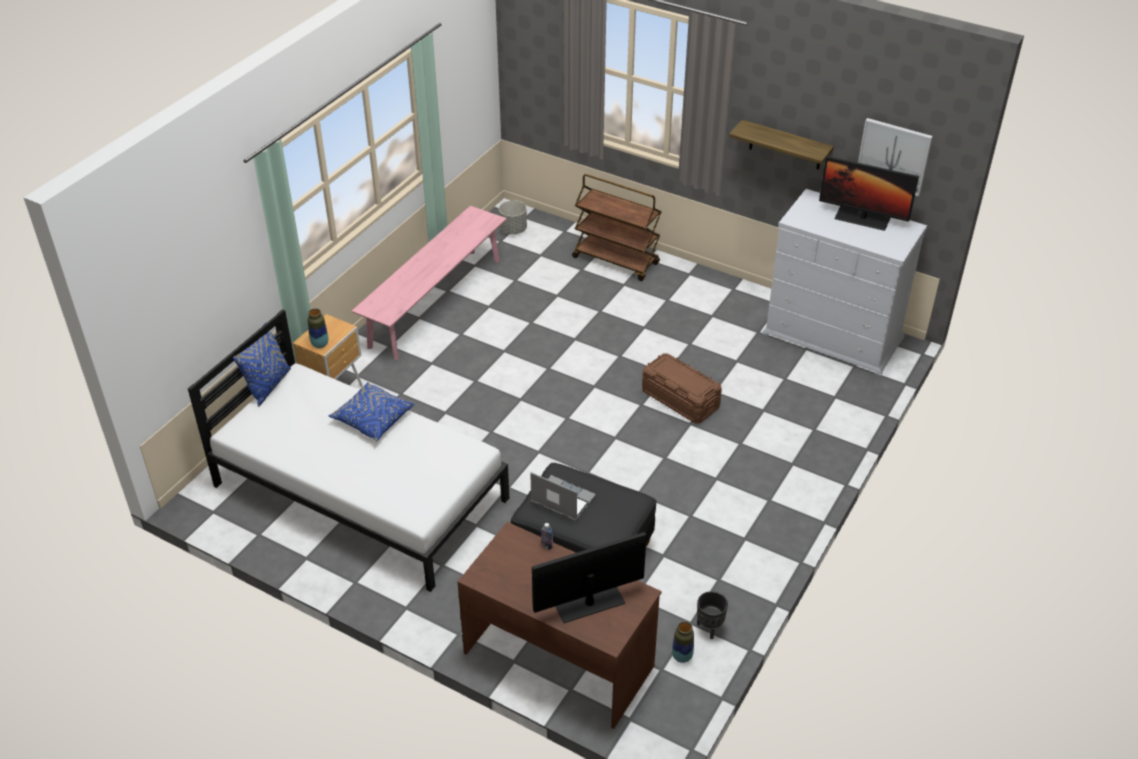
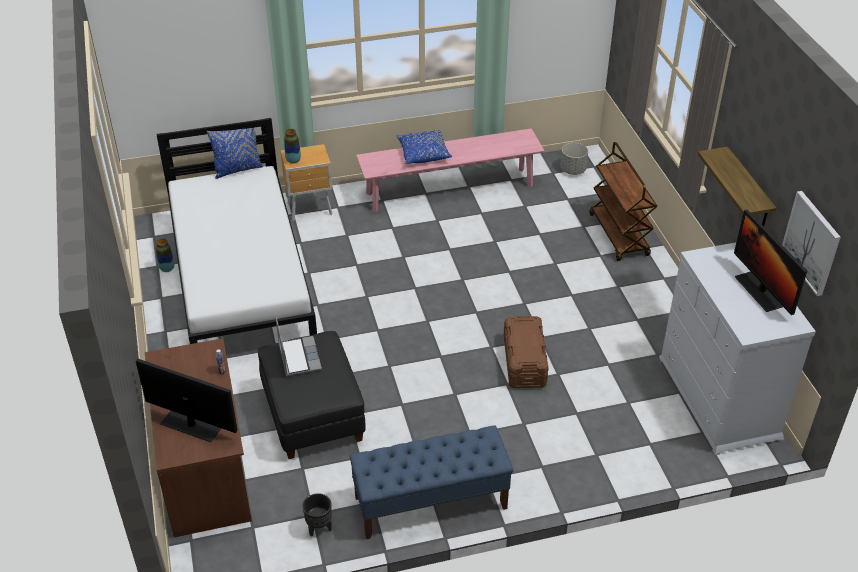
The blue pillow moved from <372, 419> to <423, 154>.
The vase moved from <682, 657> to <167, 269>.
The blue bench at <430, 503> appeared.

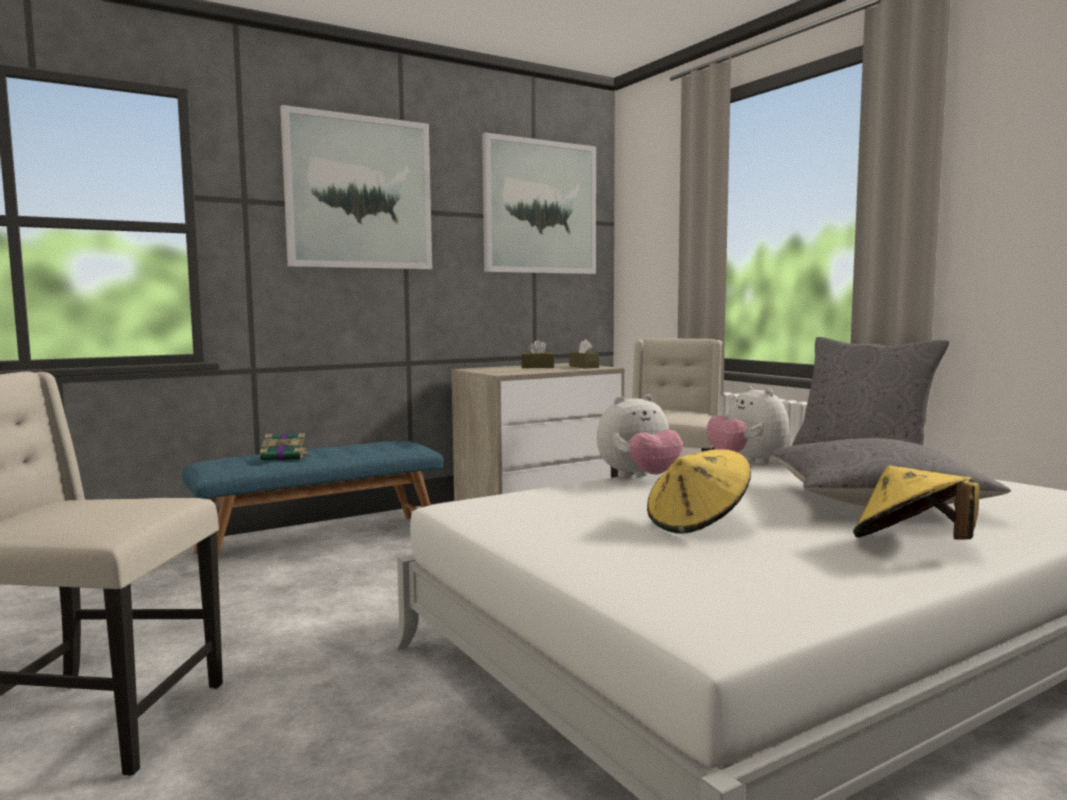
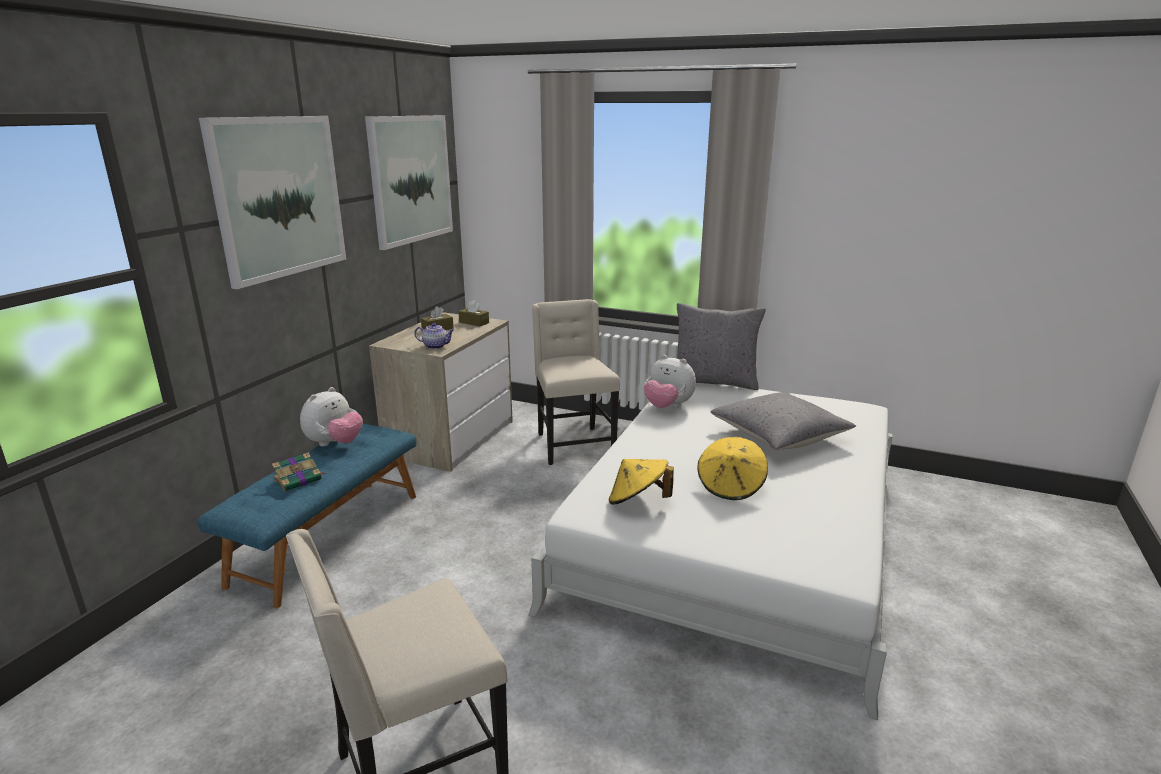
The plush toy moved from <639, 478> to <335, 444>.
The yellow hat moved from <910, 545> to <638, 501>.
The teapot at <436, 346> appeared.

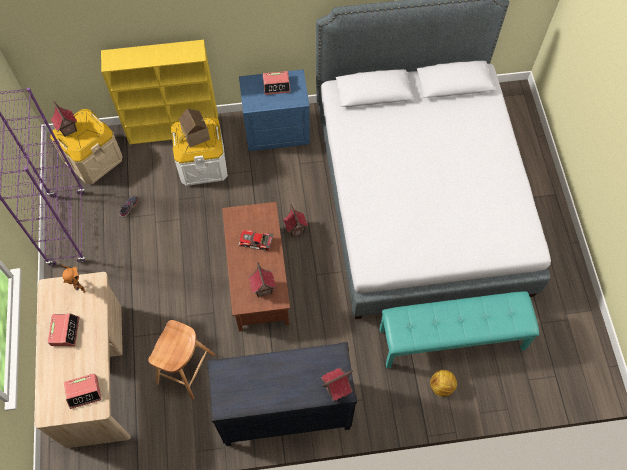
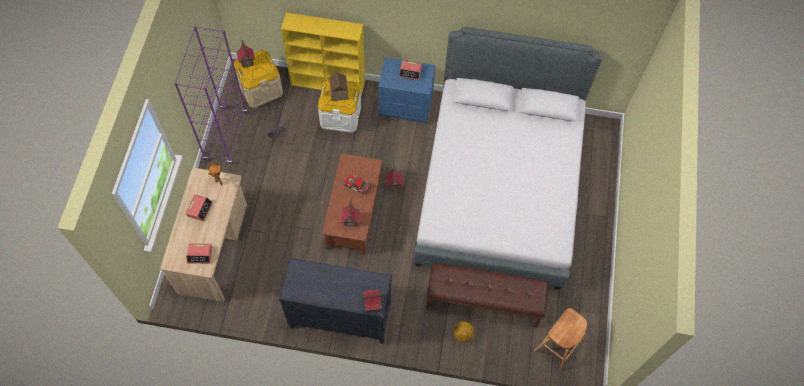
The brown stool moved from <186, 368> to <558, 346>.
The turquoise bench at <452, 338> became the brown bench at <483, 302>.

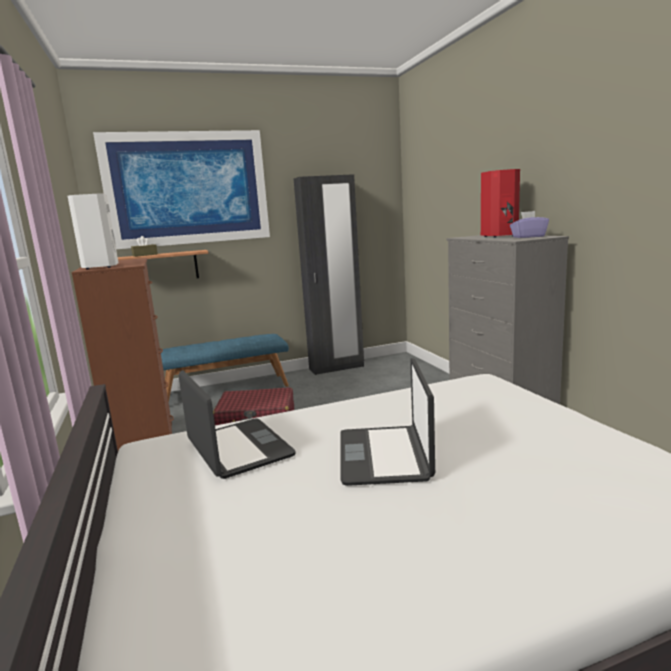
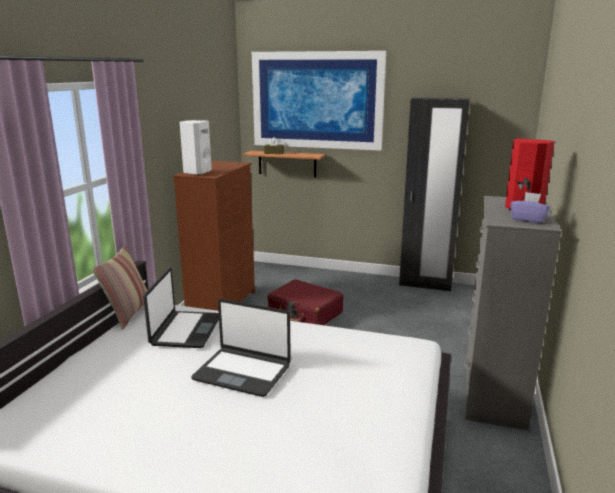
The blue bench at <226, 390> disappeared.
The laptop at <385, 456> turned 105 degrees counterclockwise.
The pillow at <128, 313> appeared.

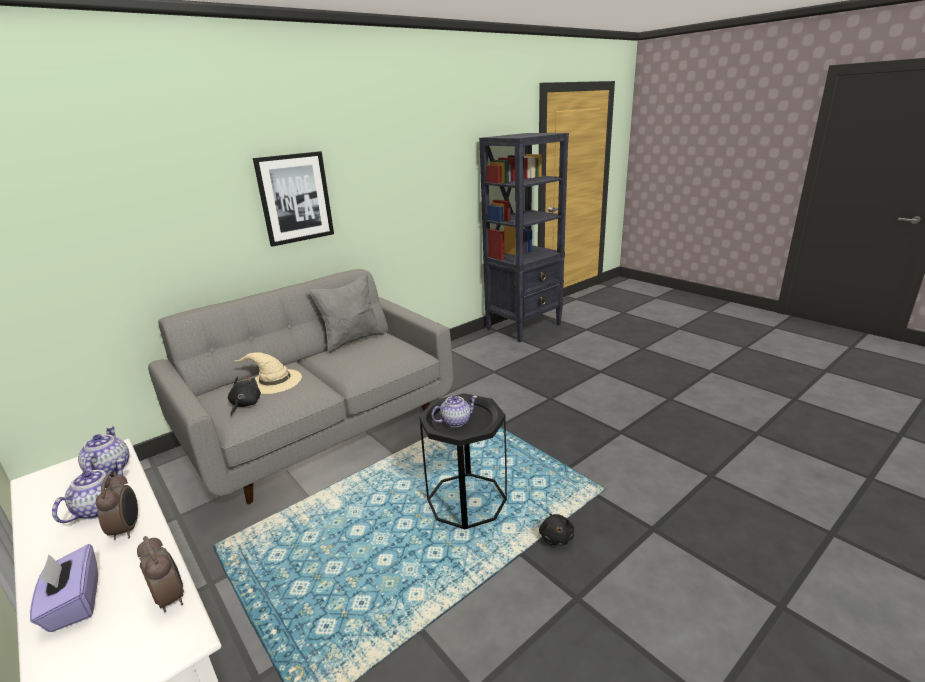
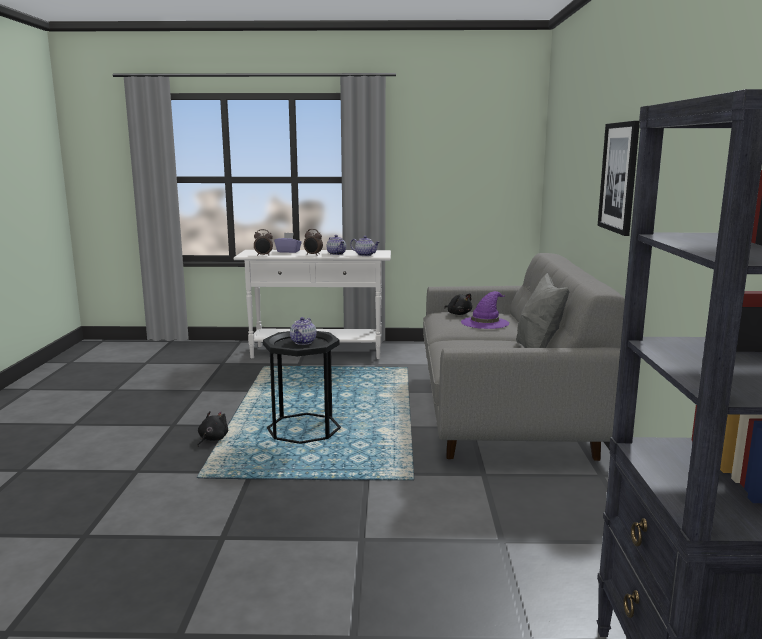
The beige hat at <274, 381> became the purple hat at <485, 322>.
The black plush toy at <556, 537> turned 75 degrees clockwise.

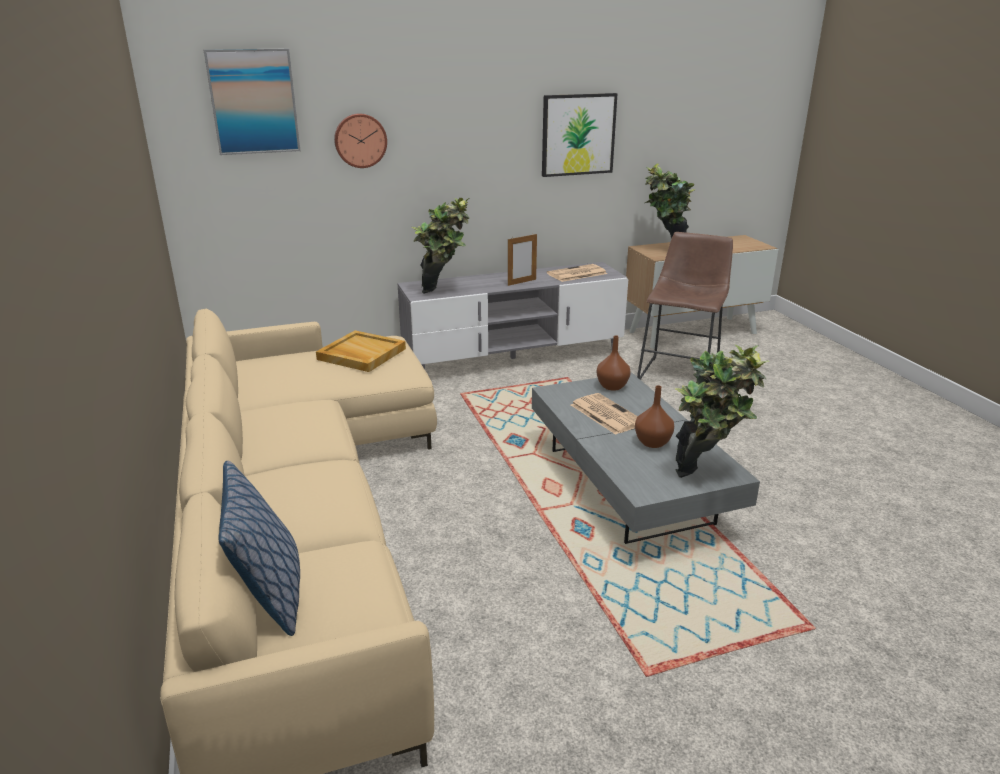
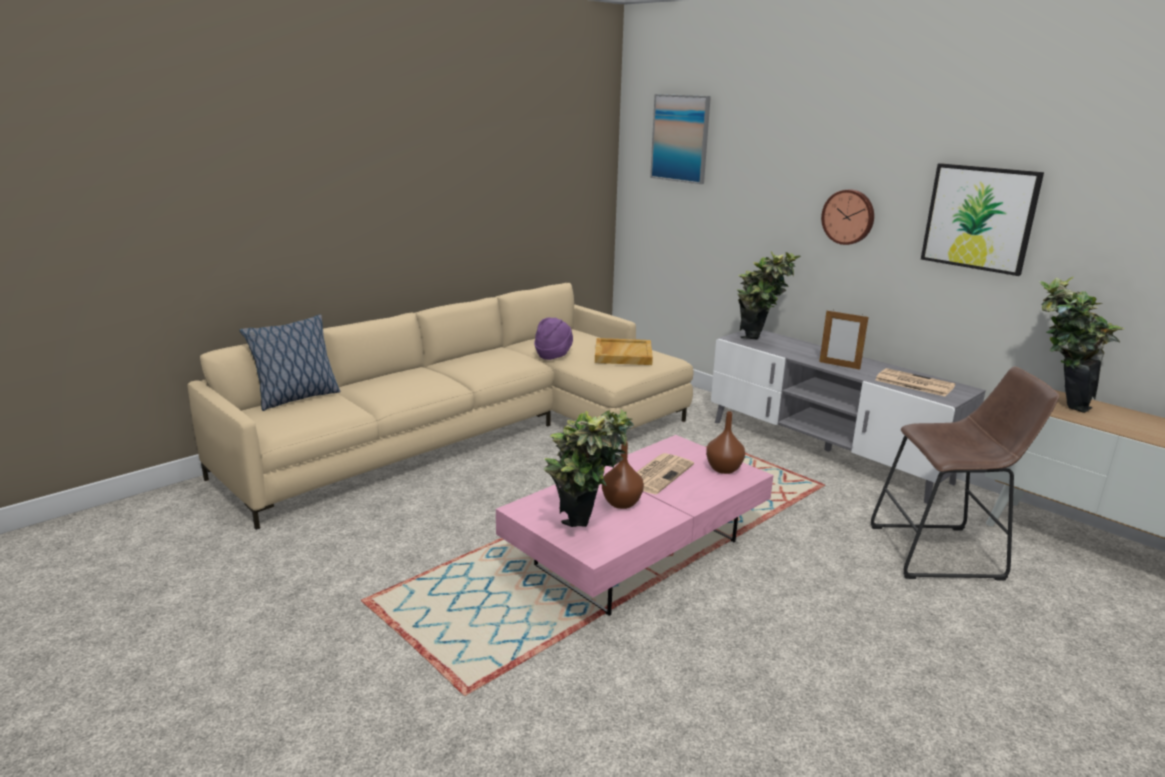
The wall clock moved from <360, 140> to <848, 217>.
The grey coffee table at <627, 485> became the pink coffee table at <637, 552>.
The purple hat at <553, 355> appeared.

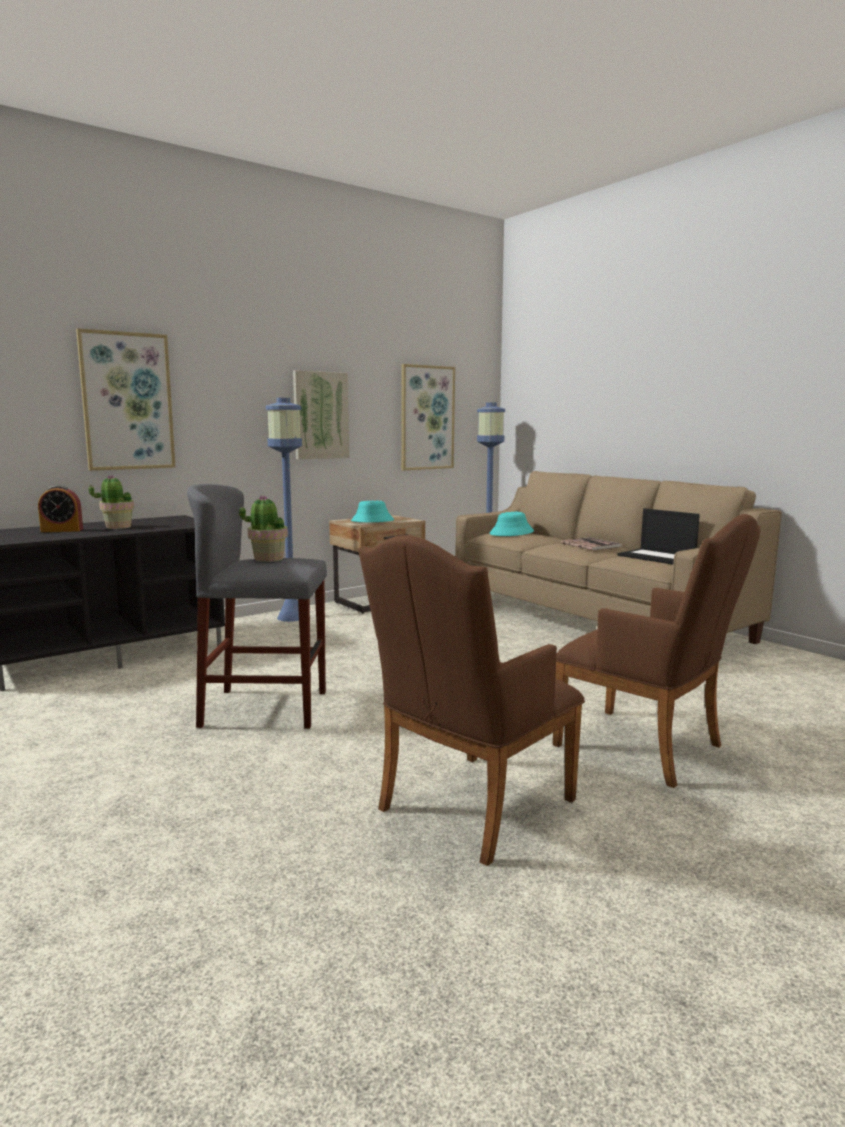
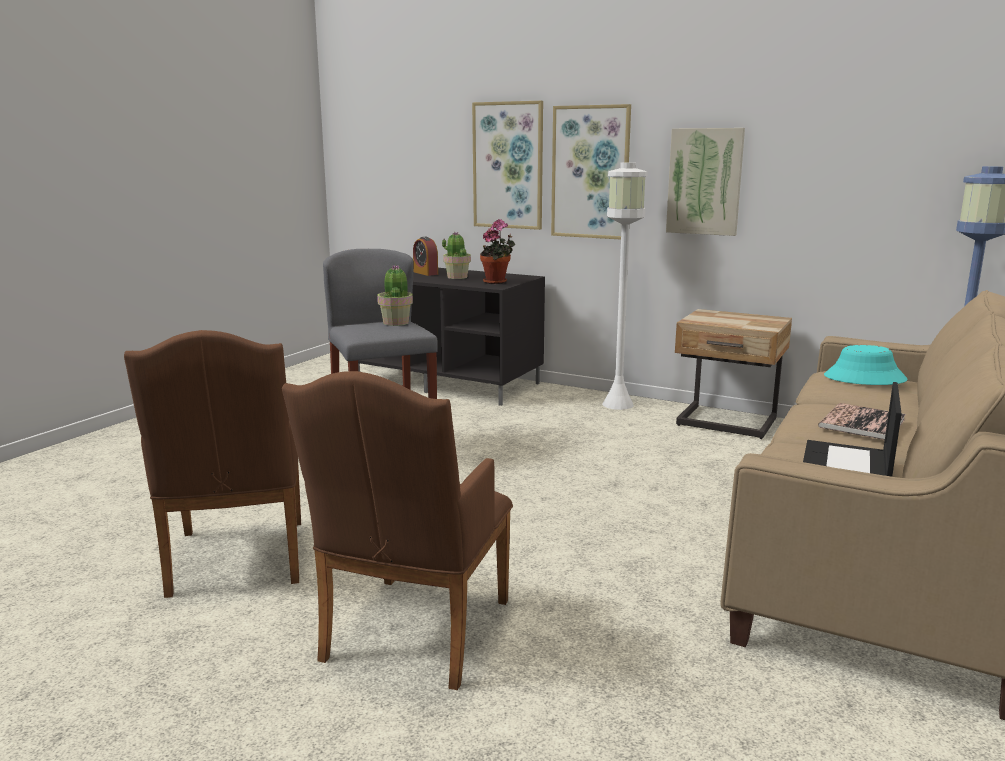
The blue floor lamp at <291, 617> became the white floor lamp at <618, 404>.
The turquoise hat at <372, 521> disappeared.
The brown armchair at <469, 809> turned 120 degrees counterclockwise.
The picture moved from <427, 418> to <590, 172>.
The potted plant at <497, 282> appeared.

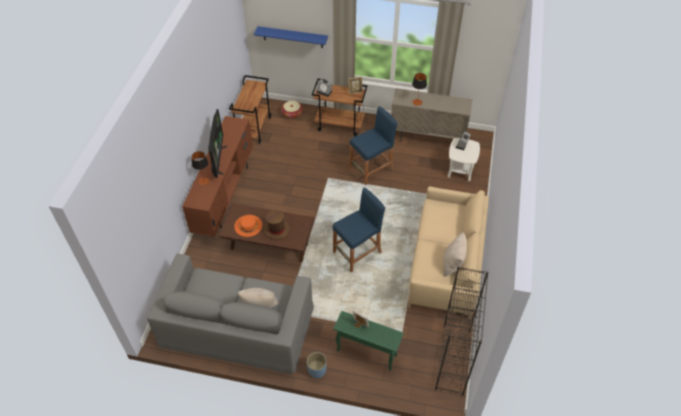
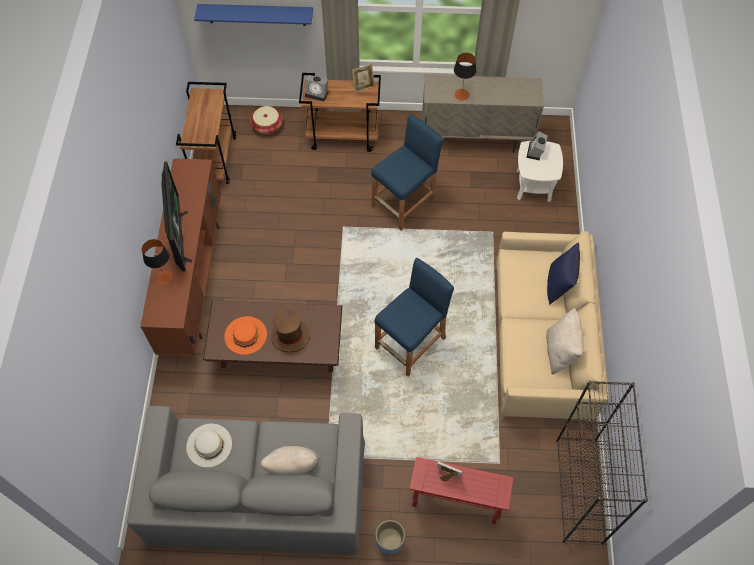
The green side table at <366, 353> became the red side table at <455, 502>.
The white hat at <209, 445> appeared.
The blue pillow at <559, 285> appeared.

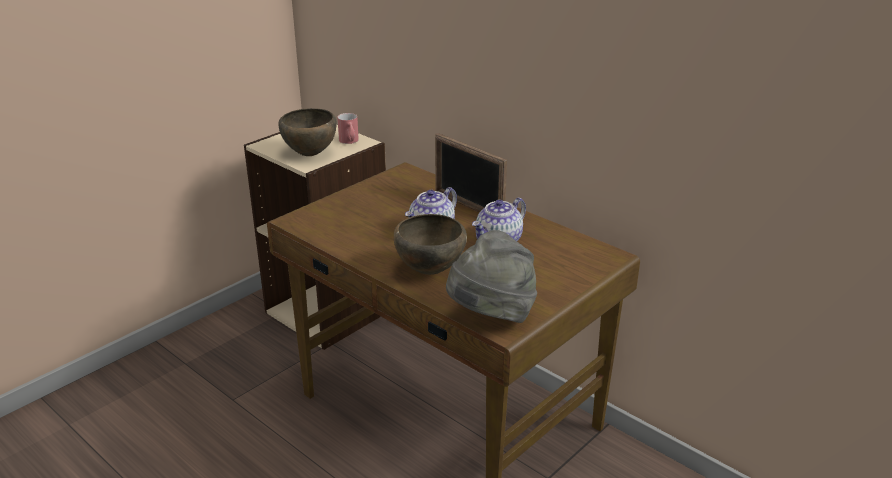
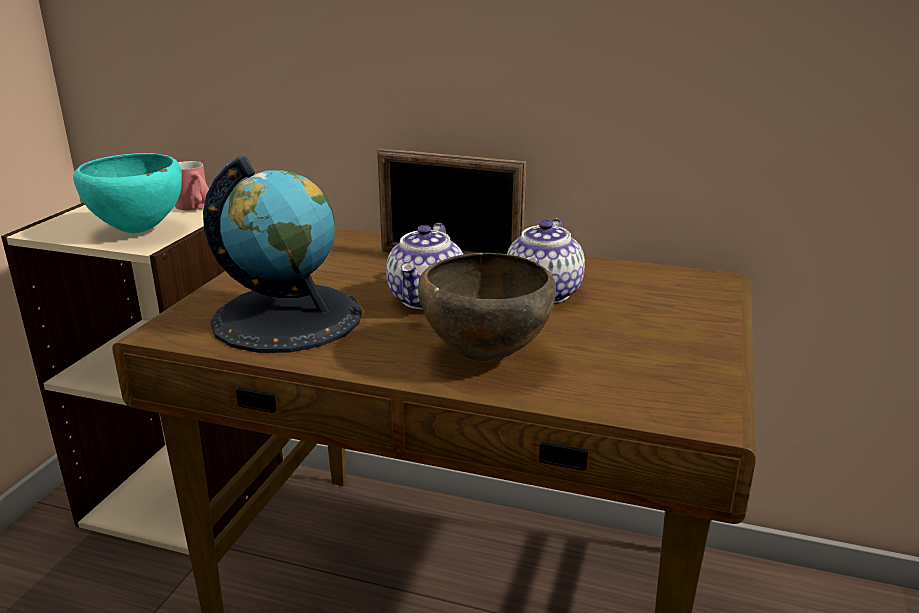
The brown bowl at <310, 154> became the turquoise bowl at <139, 231>.
The grey hat at <491, 316> disappeared.
The globe at <288, 317> appeared.

